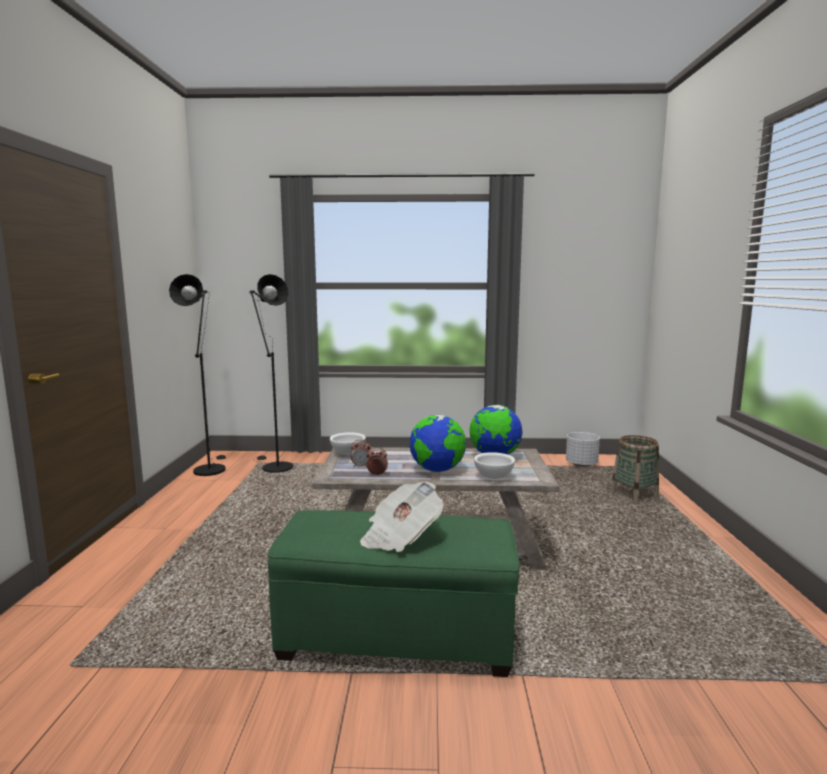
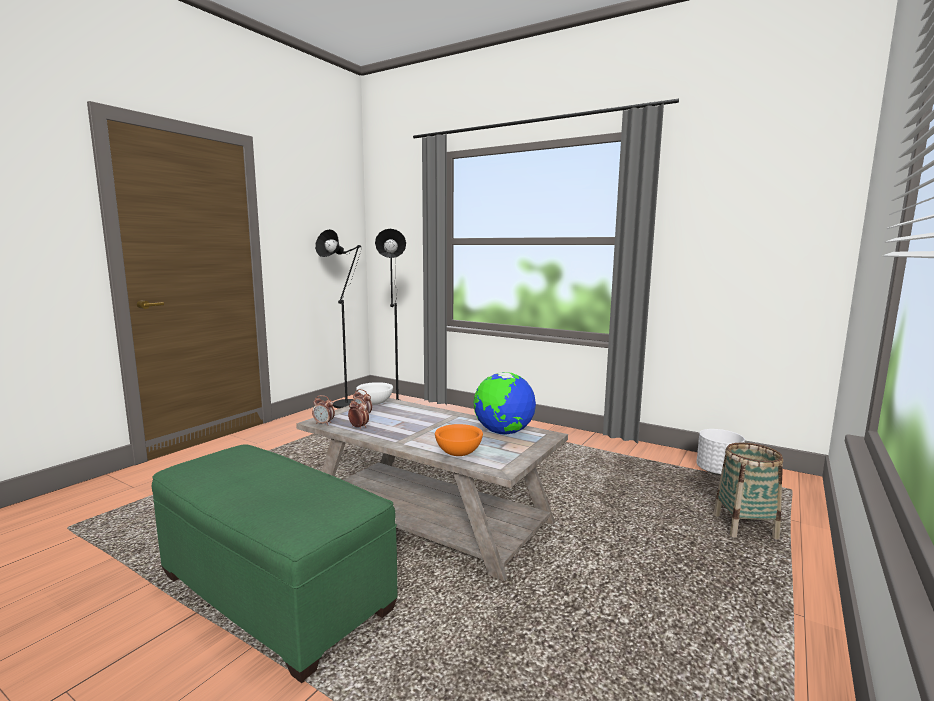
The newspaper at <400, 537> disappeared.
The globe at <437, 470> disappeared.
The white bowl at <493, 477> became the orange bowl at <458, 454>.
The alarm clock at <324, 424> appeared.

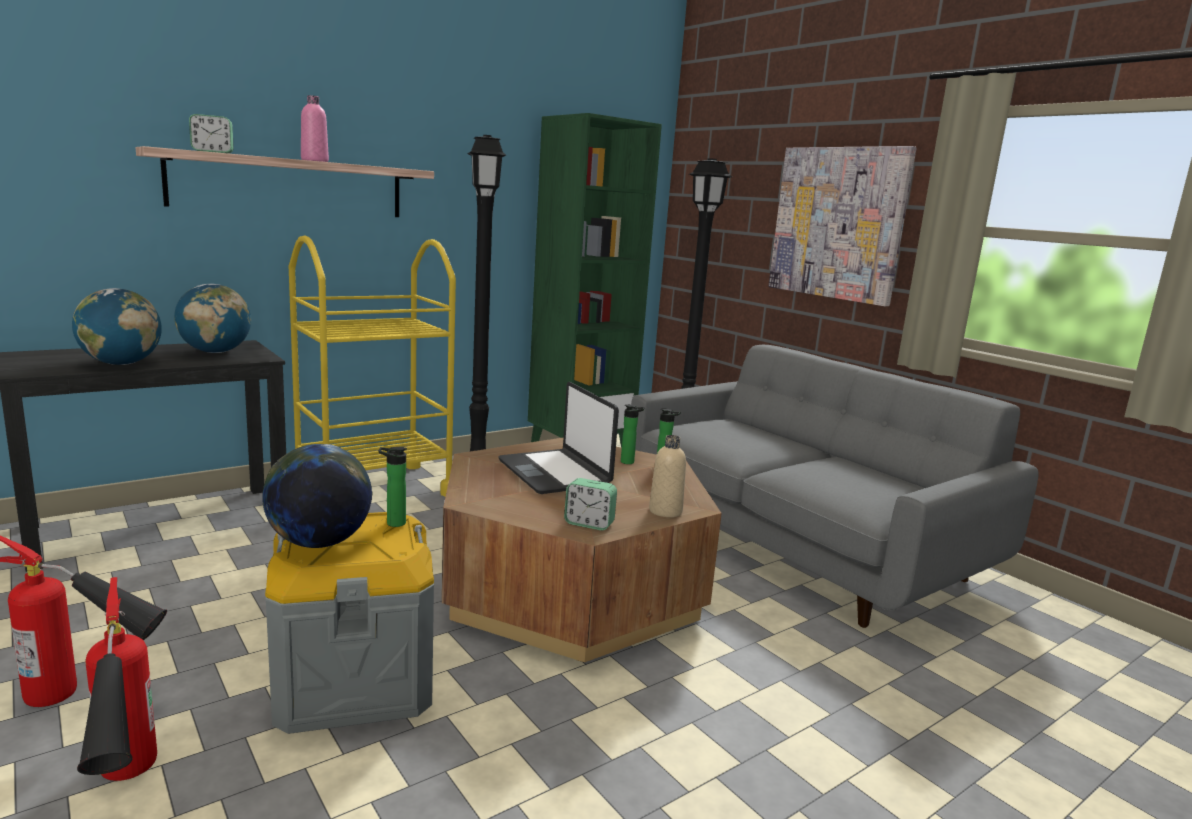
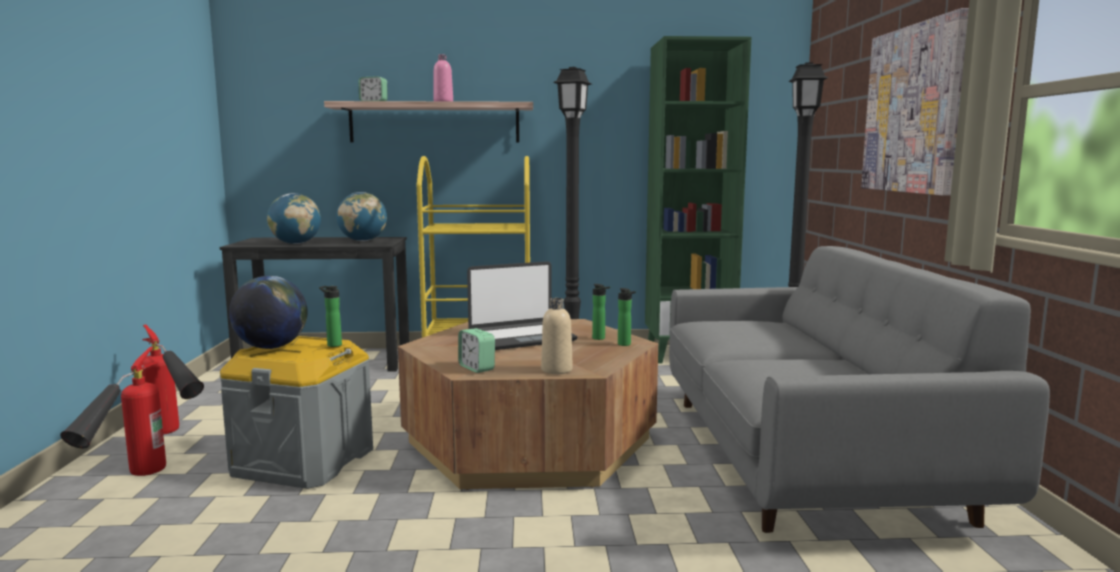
The laptop at <555, 473> turned 120 degrees counterclockwise.

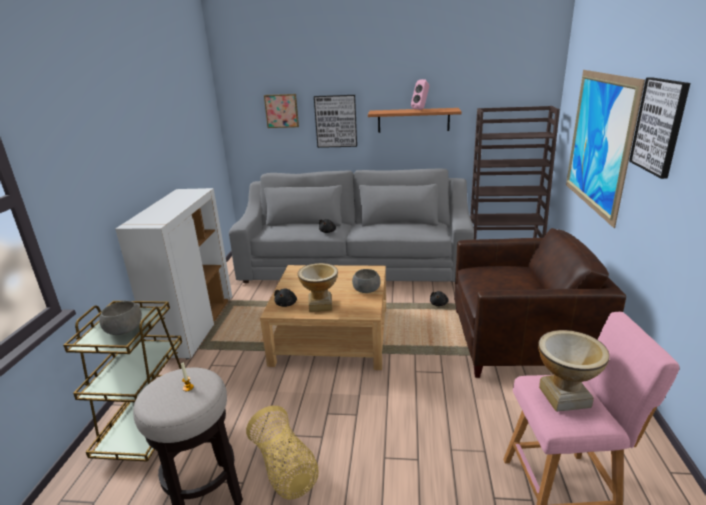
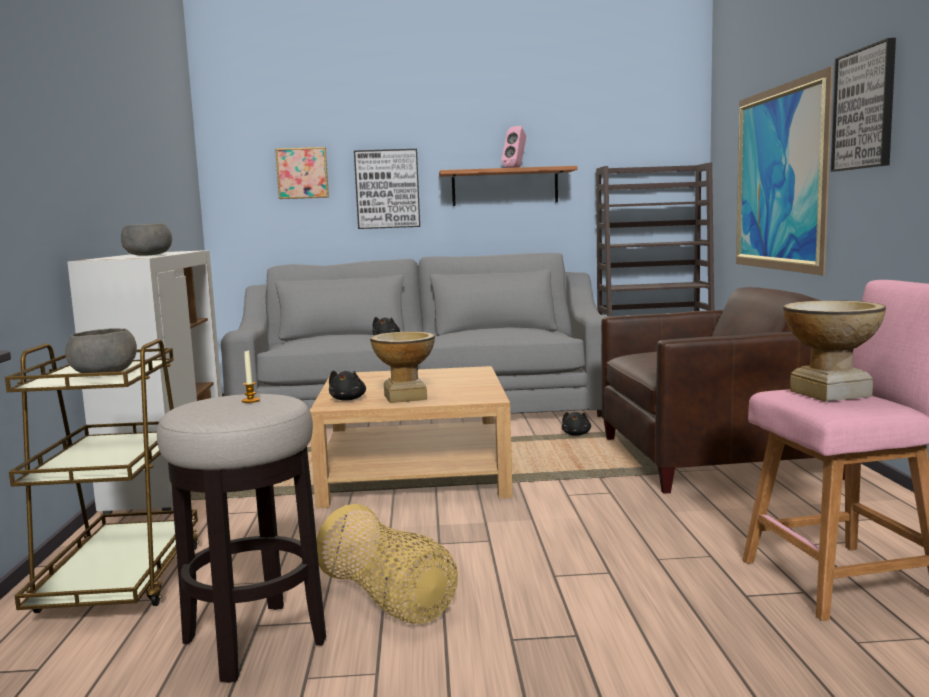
The grey bowl moved from <366, 290> to <147, 255>.

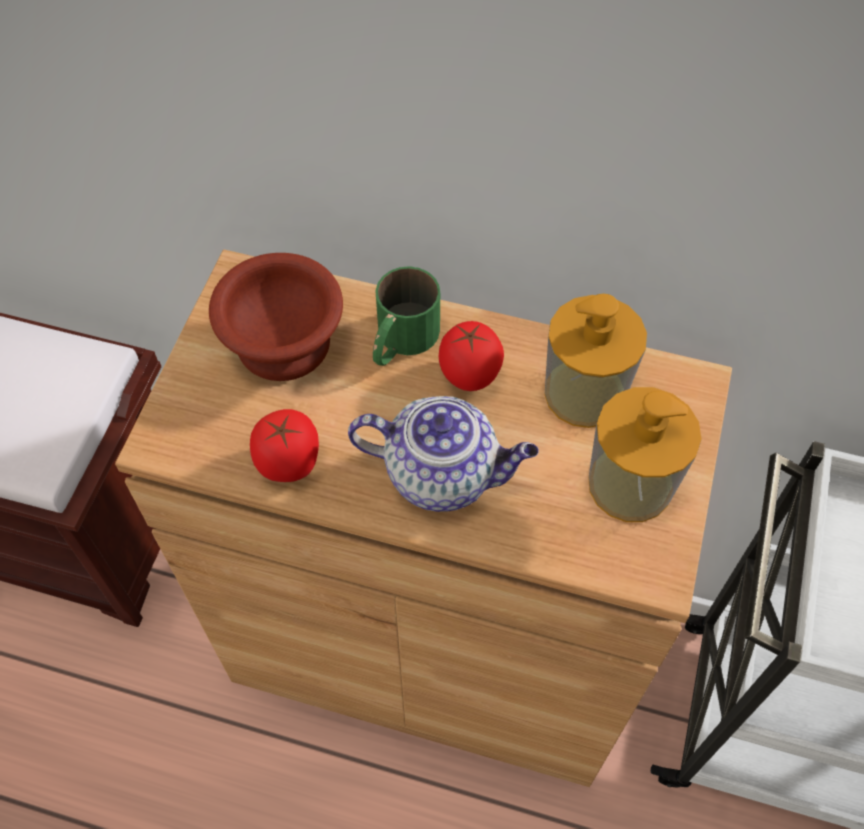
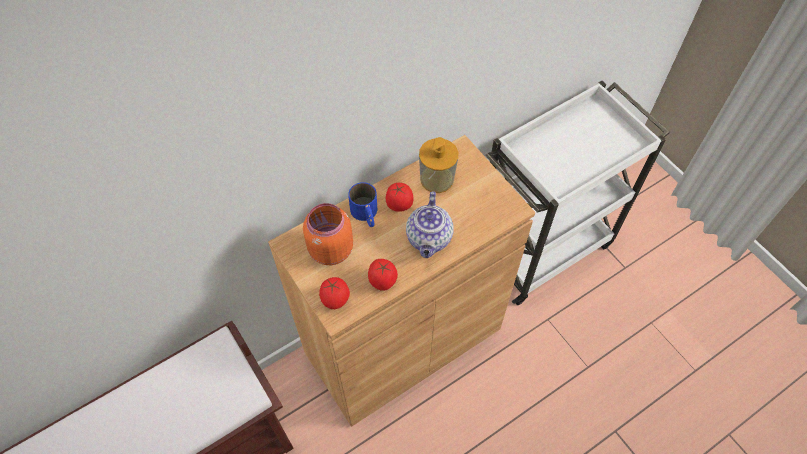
The brown bowl at <281, 340> was replaced by the orange jar at <329, 250>.
The teapot at <443, 473> turned 135 degrees clockwise.
The green mug at <400, 341> became the blue mug at <366, 215>.
The soap dispenser at <630, 484> disappeared.
The tomato at <335, 300> appeared.

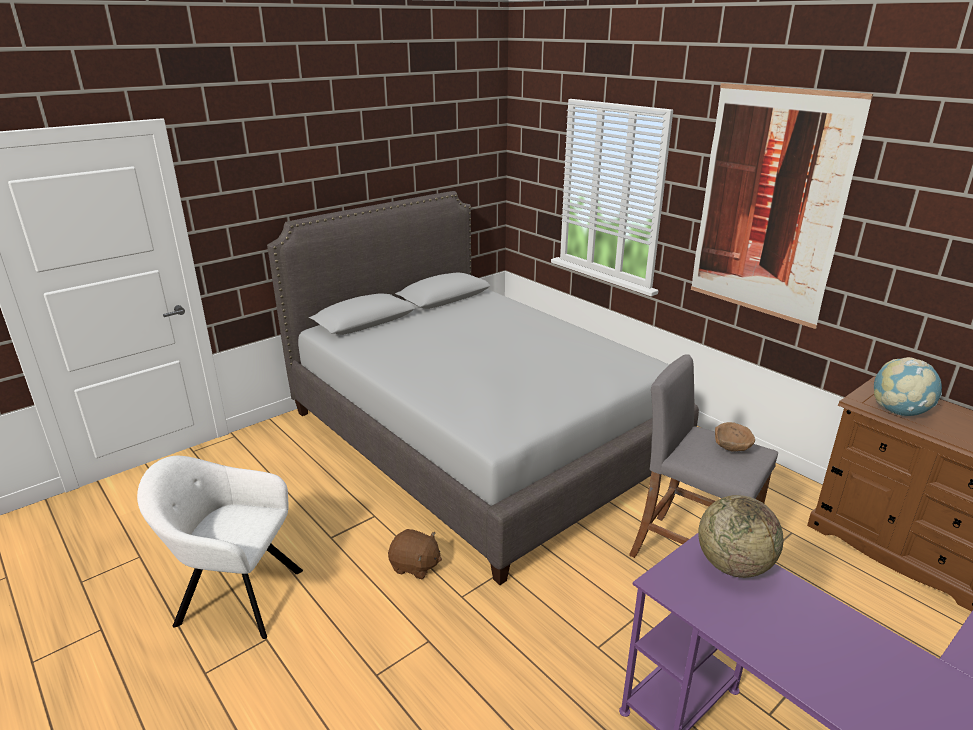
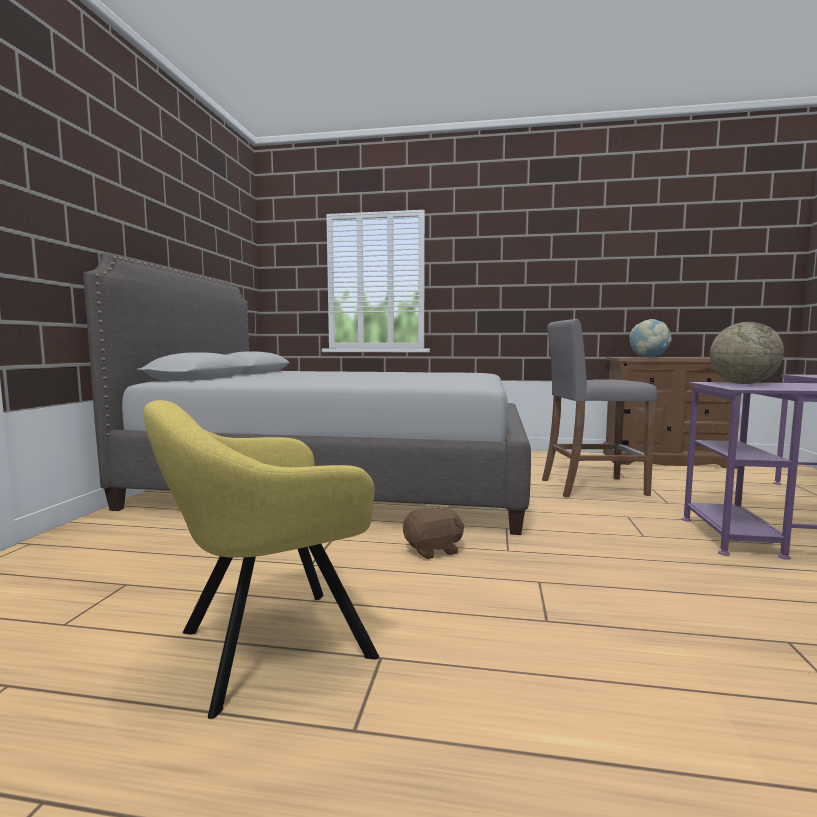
The white armchair at <235, 596> became the yellow armchair at <267, 646>.
The picture at <769, 205> disappeared.
The brown bowl at <732, 449> disappeared.

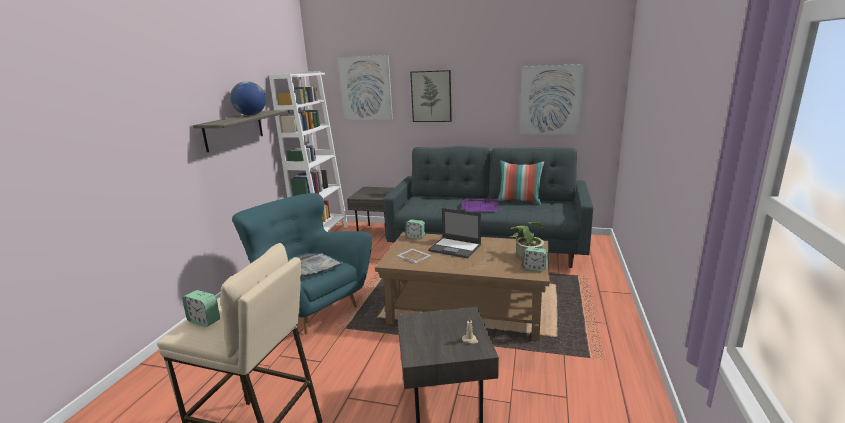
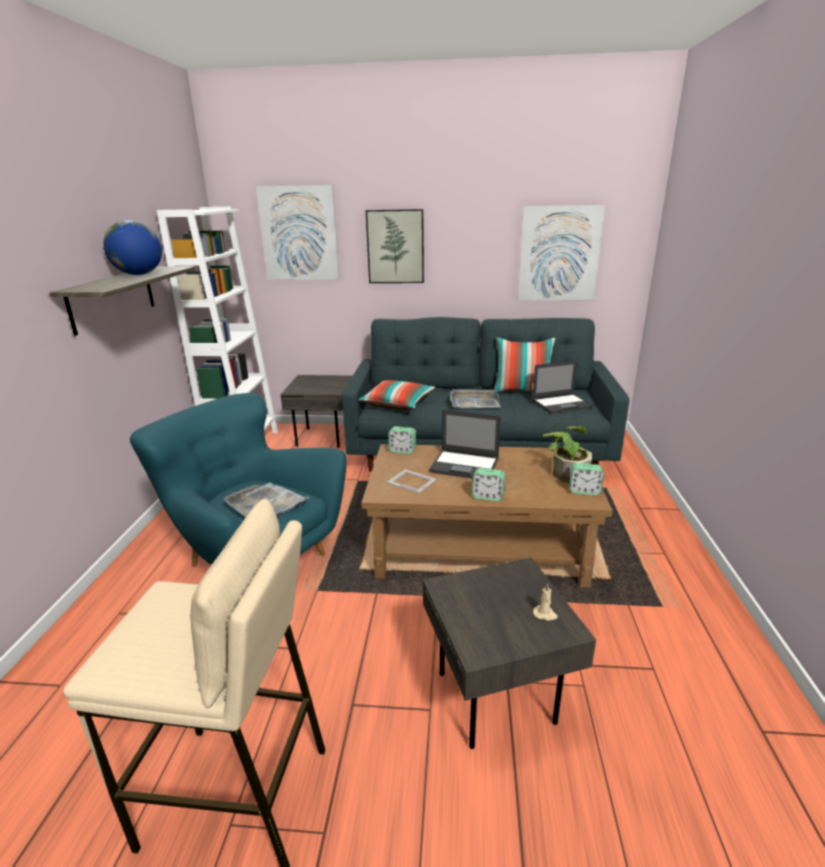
The alarm clock moved from <204, 321> to <488, 496>.
The purple tray at <480, 207> became the grey tray at <474, 401>.
The pillow at <397, 404> appeared.
The laptop at <562, 404> appeared.

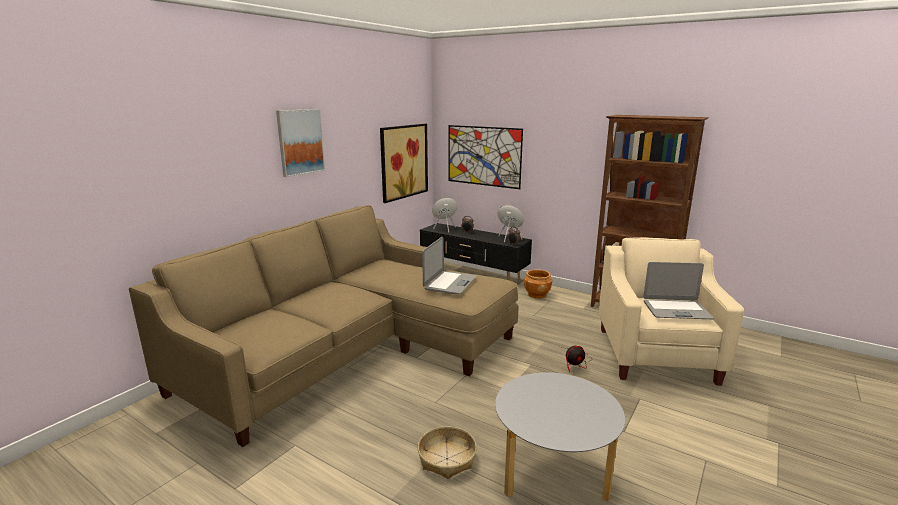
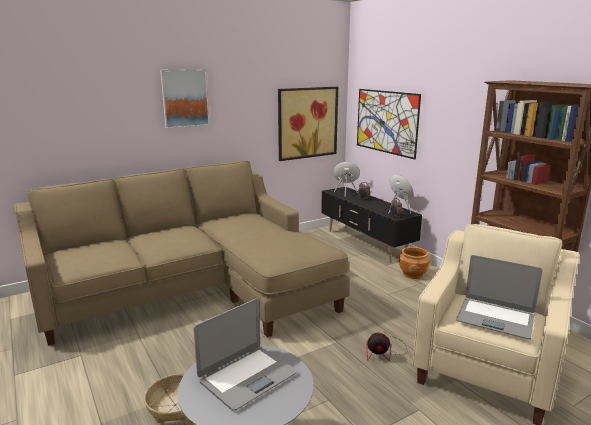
The laptop moved from <450, 283> to <247, 377>.

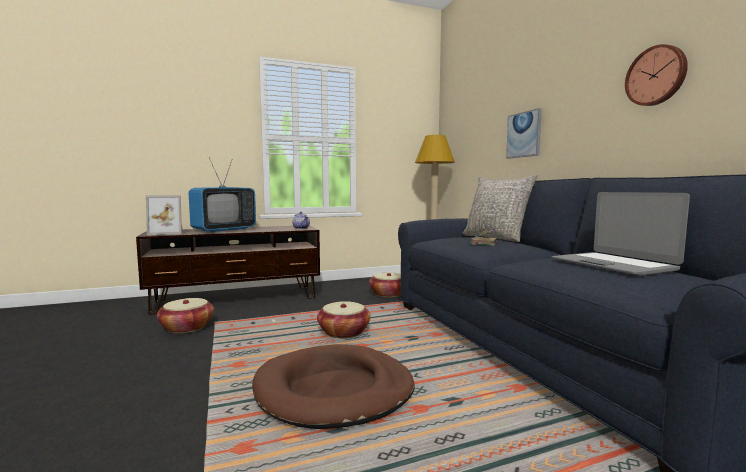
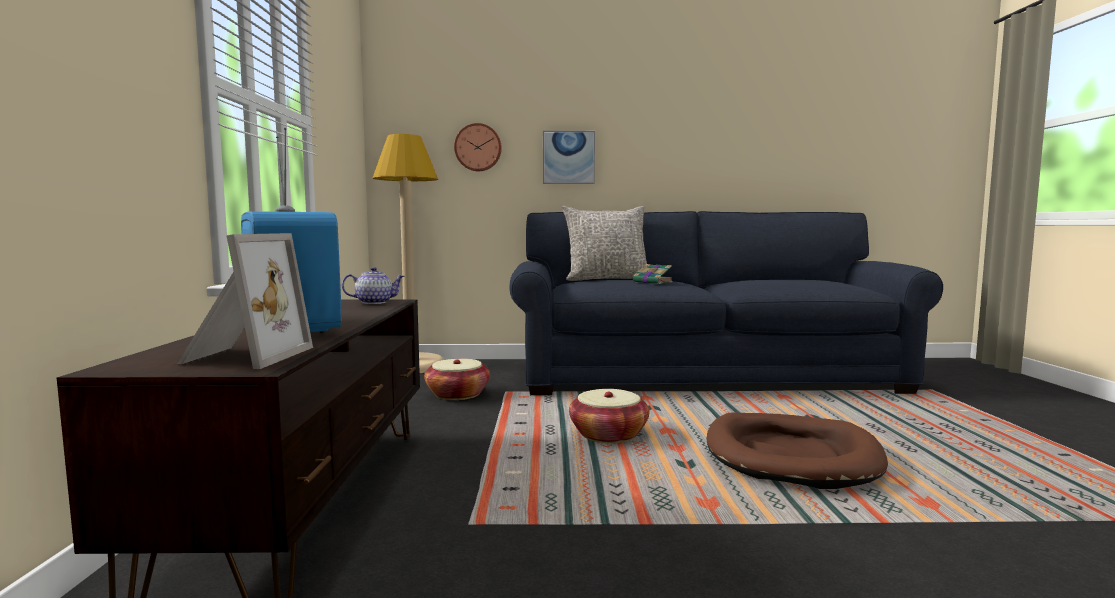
The basket at <187, 327> disappeared.
The laptop at <613, 265> disappeared.
The wall clock moved from <656, 76> to <478, 147>.

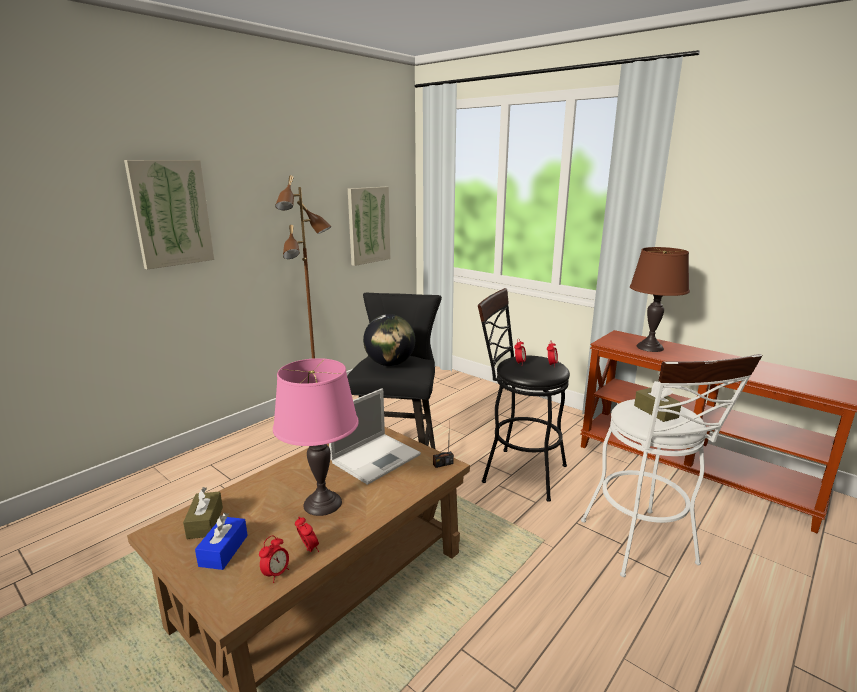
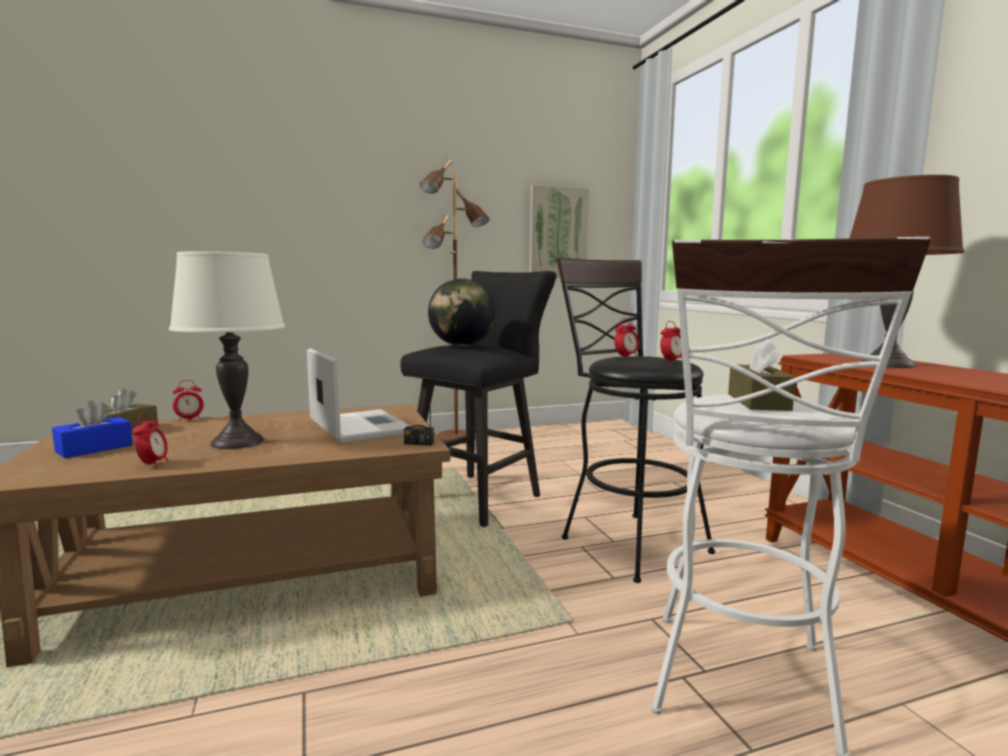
The picture at <171, 213> disappeared.
The alarm clock moved from <276, 574> to <189, 419>.
The pink table lamp at <322, 503> became the white table lamp at <238, 442>.
The laptop at <376, 457> turned 105 degrees counterclockwise.

